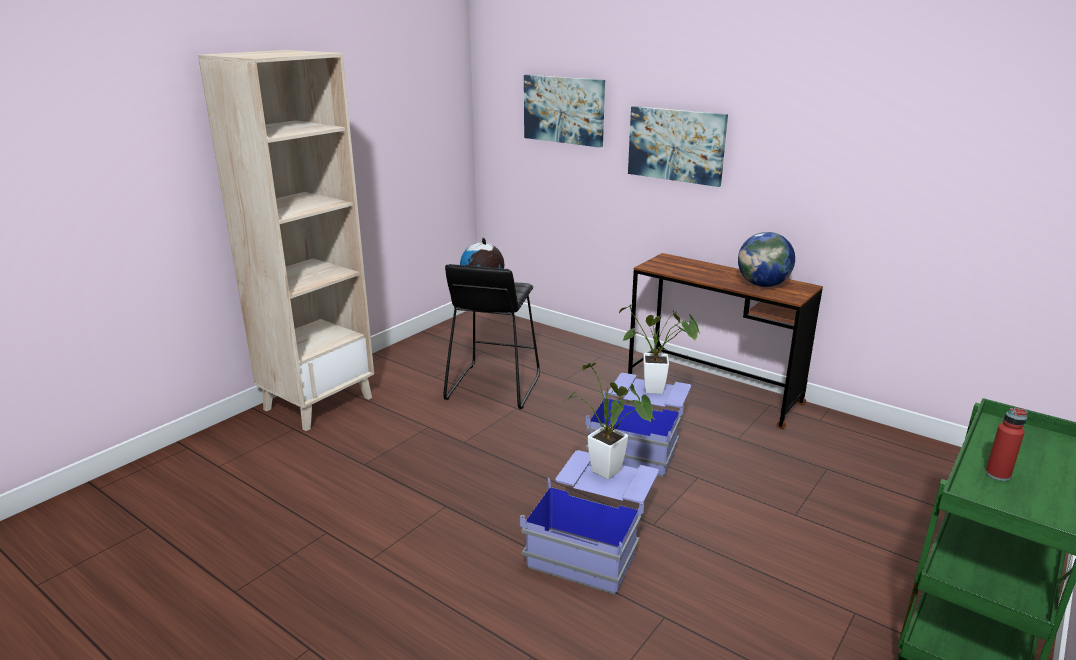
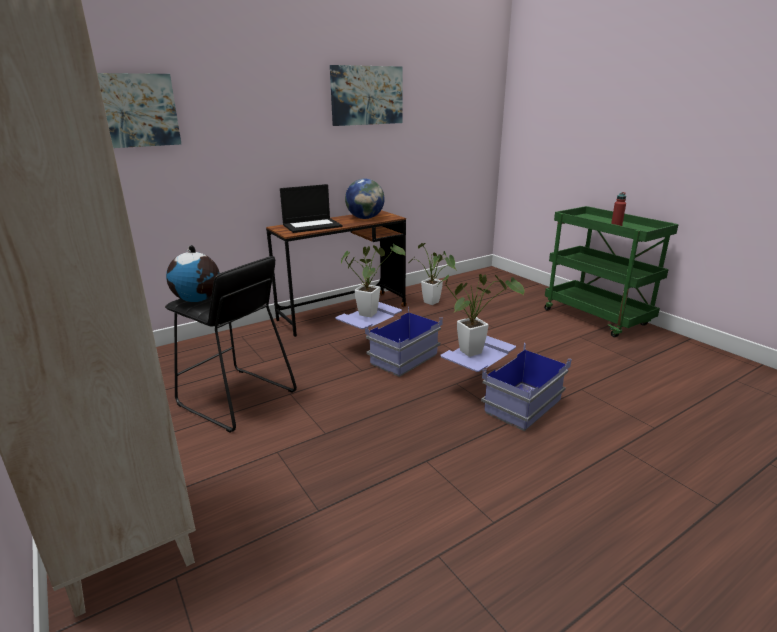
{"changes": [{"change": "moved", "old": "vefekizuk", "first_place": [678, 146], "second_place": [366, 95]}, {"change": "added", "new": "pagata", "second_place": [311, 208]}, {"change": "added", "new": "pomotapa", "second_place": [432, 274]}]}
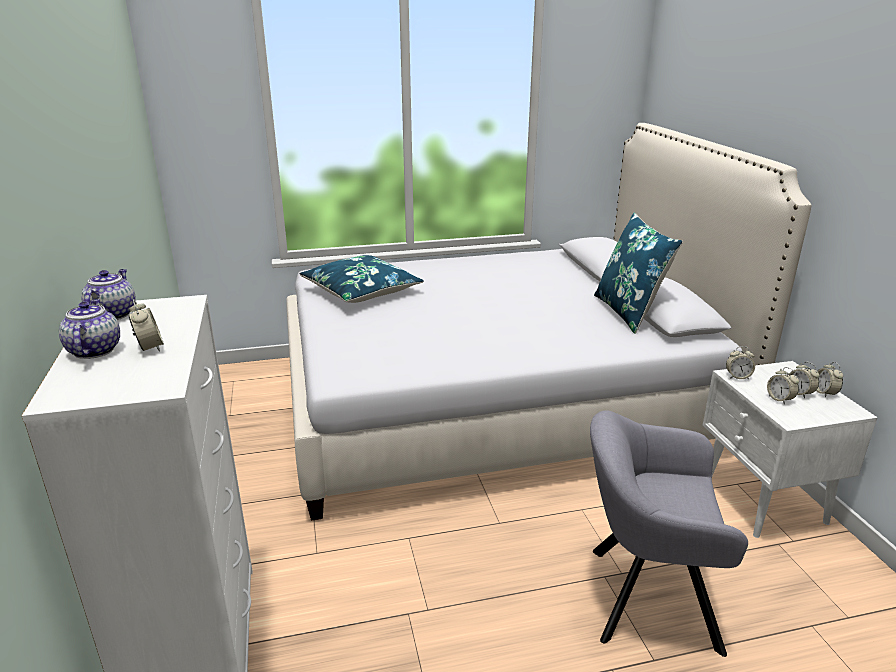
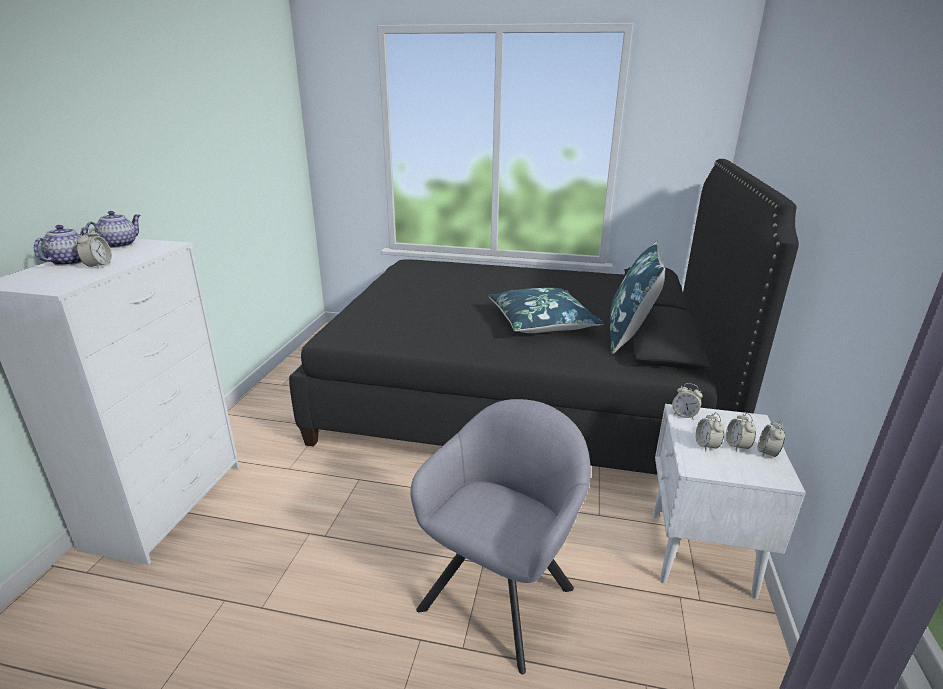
{"changes": [{"change": "recoloured", "old": "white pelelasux", "new": "black pelelasux", "first_place": [549, 322], "second_place": [544, 317]}, {"change": "moved", "old": "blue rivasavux", "first_place": [361, 279], "second_place": [546, 310]}, {"change": "turned", "old": "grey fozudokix", "first_place": [669, 533], "second_place": [500, 536], "degrees": 90}]}
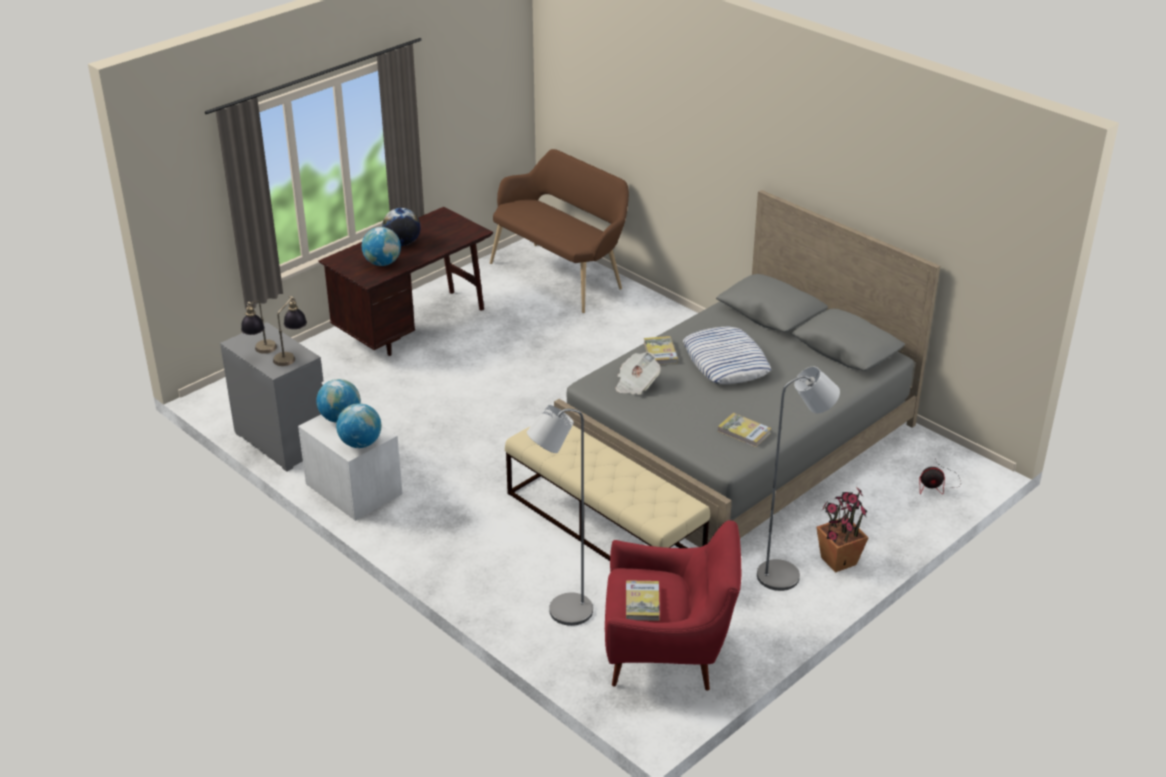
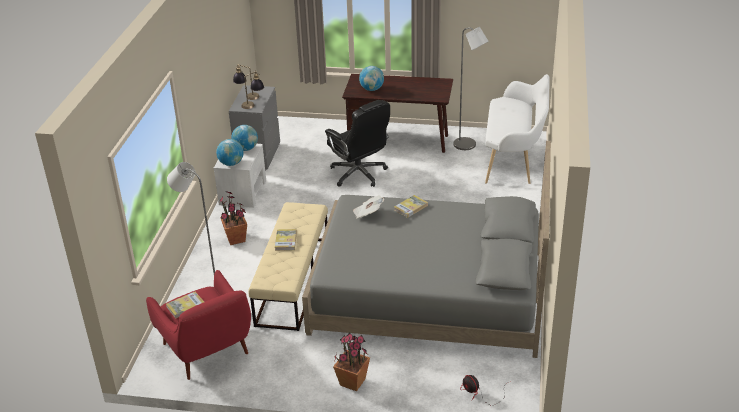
{"changes": [{"change": "recoloured", "old": "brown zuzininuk", "new": "white zuzininuk", "first_place": [559, 231], "second_place": [517, 129]}, {"change": "removed", "old": "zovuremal", "first_place": [401, 227]}, {"change": "removed", "old": "rivasavux", "first_place": [727, 355]}, {"change": "moved", "old": "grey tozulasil", "first_place": [798, 479], "second_place": [471, 88]}, {"change": "moved", "old": "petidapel", "first_place": [744, 430], "second_place": [286, 240]}, {"change": "added", "new": "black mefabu", "second_place": [357, 143]}, {"change": "added", "new": "pomotapa", "second_place": [233, 218]}]}
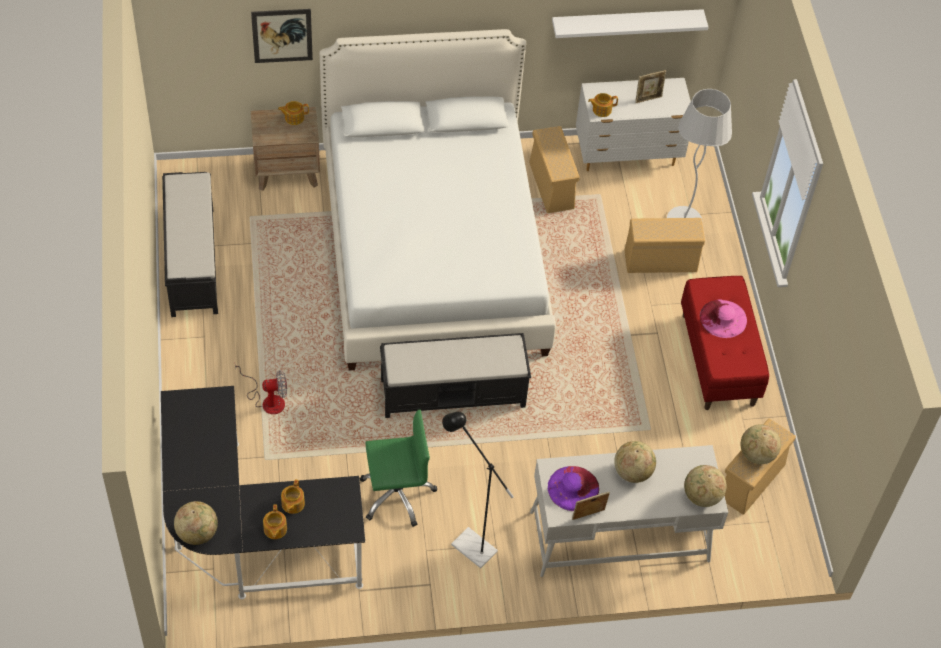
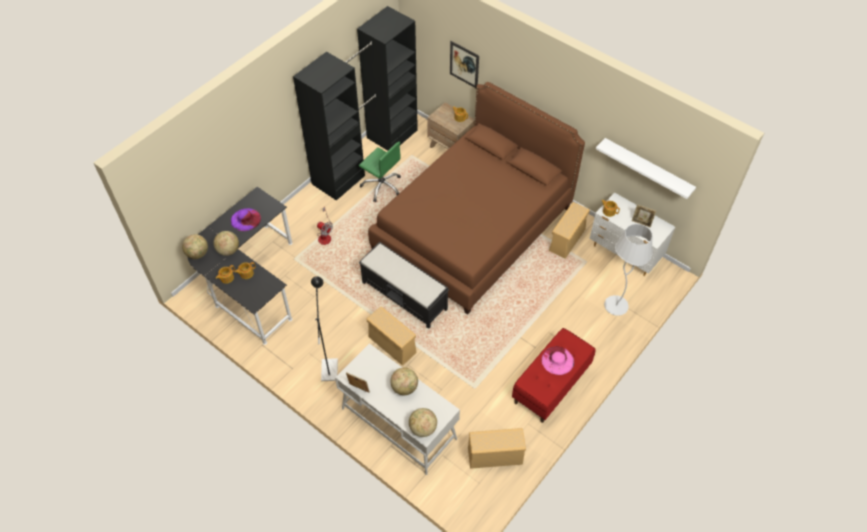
{"changes": [{"change": "recoloured", "old": "white pelelasux", "new": "brown pelelasux", "first_place": [438, 200], "second_place": [476, 198]}, {"change": "replaced", "old": "black zuzininuk", "new": "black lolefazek", "first_place": [190, 244], "second_place": [355, 103]}, {"change": "moved", "old": "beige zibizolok", "first_place": [664, 245], "second_place": [391, 335]}, {"change": "moved", "old": "green mefabu", "first_place": [398, 468], "second_place": [380, 172]}, {"change": "moved", "old": "zovuremal", "first_place": [761, 444], "second_place": [226, 243]}, {"change": "moved", "old": "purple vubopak", "first_place": [573, 488], "second_place": [246, 220]}]}
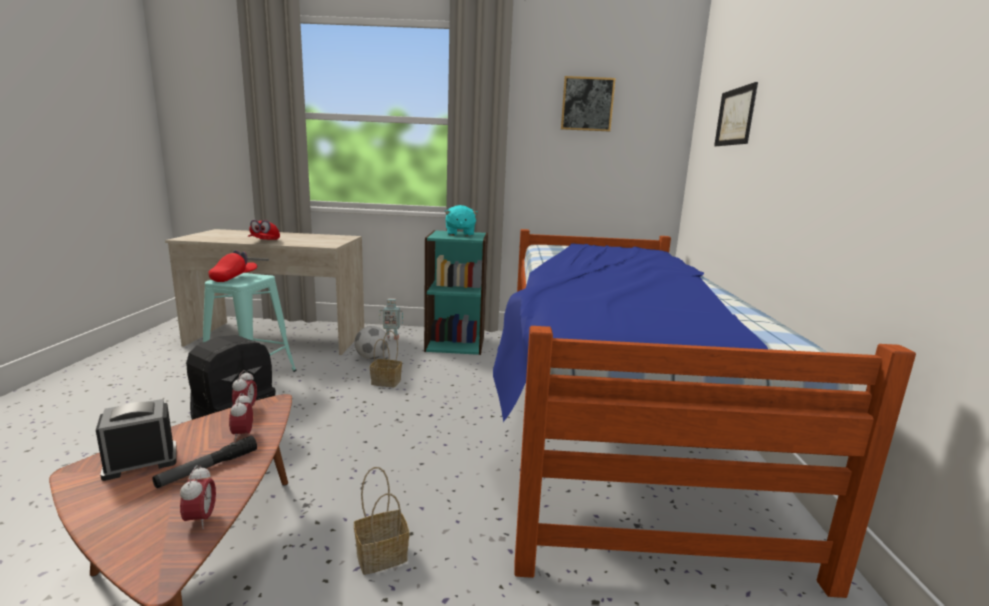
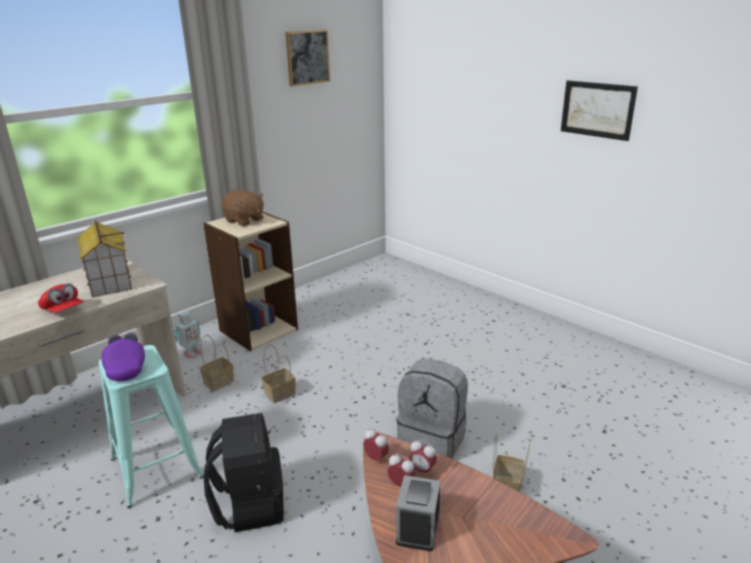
{"changes": [{"change": "moved", "old": "vefekizuk", "first_place": [736, 114], "second_place": [599, 110]}, {"change": "recoloured", "old": "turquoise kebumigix", "new": "brown kebumigix", "first_place": [461, 220], "second_place": [242, 207]}, {"change": "removed", "old": "pelelasux", "first_place": [704, 413]}, {"change": "recoloured", "old": "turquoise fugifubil", "new": "beige fugifubil", "first_place": [456, 292], "second_place": [250, 281]}, {"change": "recoloured", "old": "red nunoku", "new": "purple nunoku", "first_place": [232, 266], "second_place": [123, 357]}, {"change": "replaced", "old": "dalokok", "new": "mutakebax", "first_place": [372, 342], "second_place": [217, 363]}, {"change": "removed", "old": "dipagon", "first_place": [204, 461]}, {"change": "moved", "old": "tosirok", "first_place": [198, 497], "second_place": [401, 470]}, {"change": "added", "new": "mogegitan", "second_place": [104, 259]}, {"change": "added", "new": "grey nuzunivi", "second_place": [432, 409]}]}
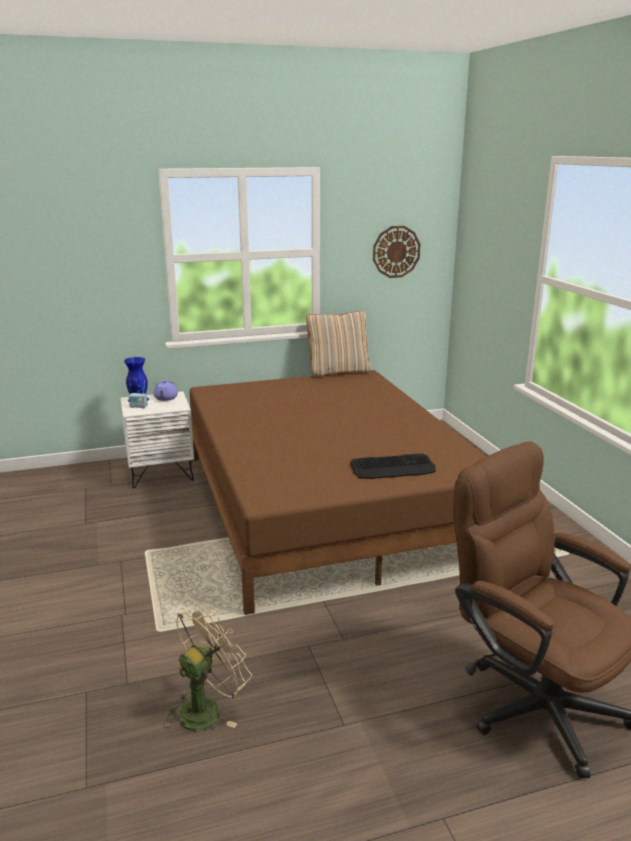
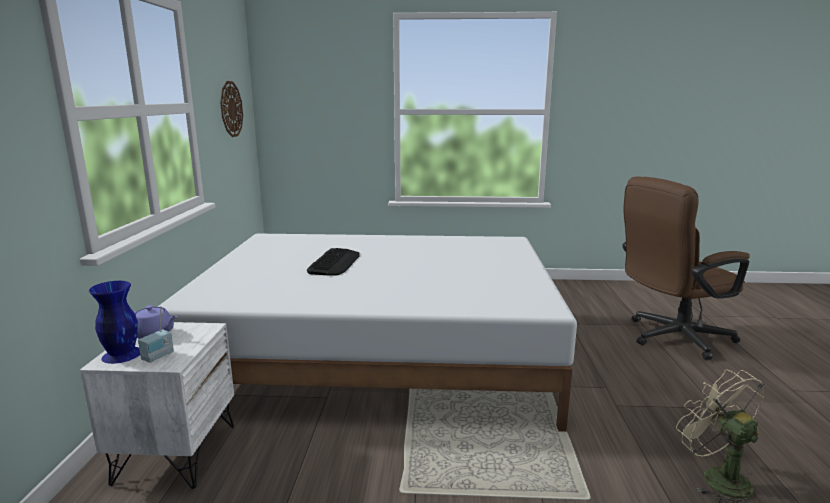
{"changes": [{"change": "removed", "old": "beige rivasavux", "first_place": [338, 344]}, {"change": "recoloured", "old": "brown pelelasux", "new": "white pelelasux", "first_place": [337, 492], "second_place": [367, 333]}, {"change": "moved", "old": "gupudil", "first_place": [393, 466], "second_place": [333, 262]}]}
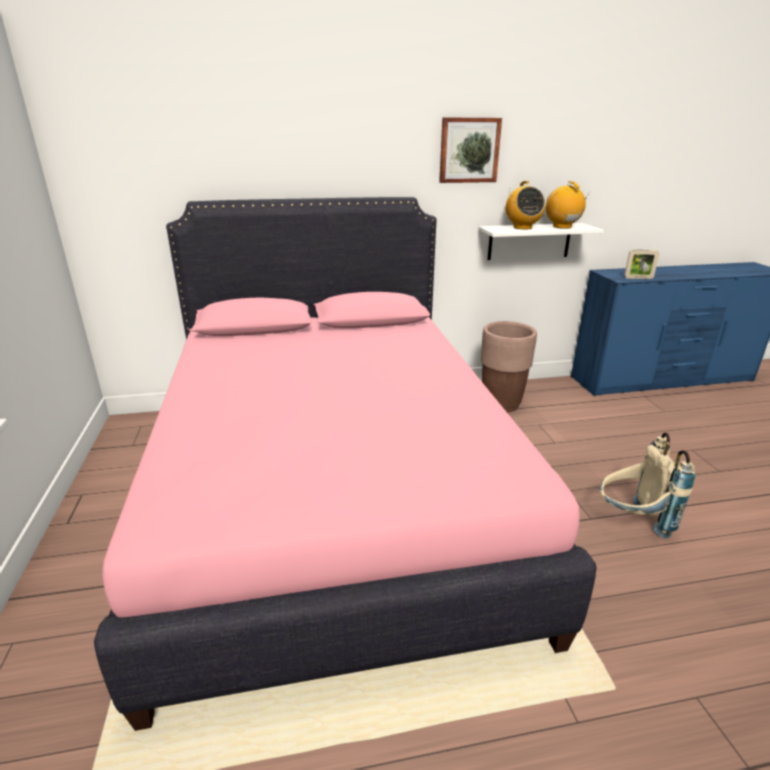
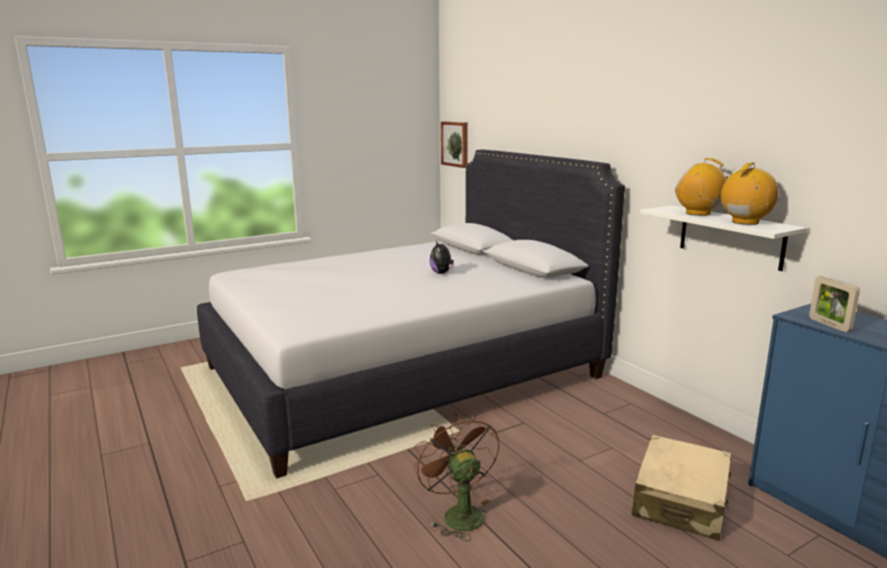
{"changes": [{"change": "moved", "old": "vefekizuk", "first_place": [470, 150], "second_place": [454, 144]}, {"change": "turned", "old": "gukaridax", "first_place": [525, 205], "second_place": [704, 187], "degrees": 75}, {"change": "recoloured", "old": "pink pelelasux", "new": "white pelelasux", "first_place": [345, 464], "second_place": [411, 314]}, {"change": "removed", "old": "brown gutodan", "first_place": [509, 366]}, {"change": "replaced", "old": "beige nuzunivi", "new": "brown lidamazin", "first_place": [647, 485], "second_place": [456, 477]}, {"change": "added", "new": "kebumigix", "second_place": [442, 257]}, {"change": "added", "new": "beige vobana", "second_place": [682, 488]}]}
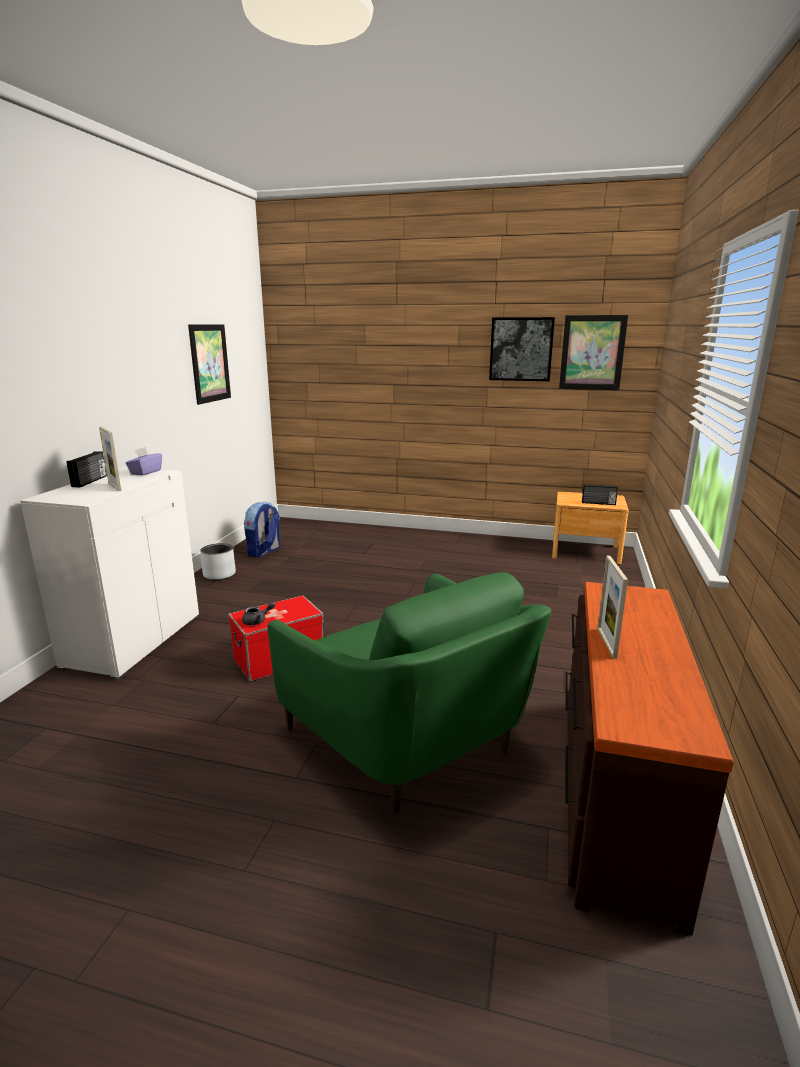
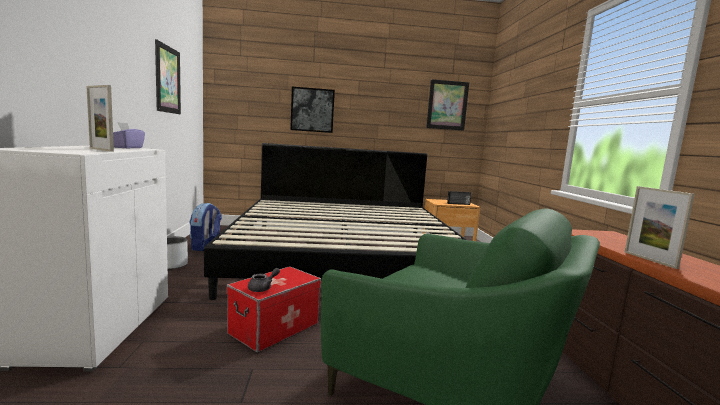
{"changes": [{"change": "moved", "old": "vefekizuk", "first_place": [522, 349], "second_place": [312, 110]}, {"change": "removed", "old": "gukaridax", "first_place": [87, 469]}, {"change": "added", "new": "pelelasux", "second_place": [335, 221]}]}
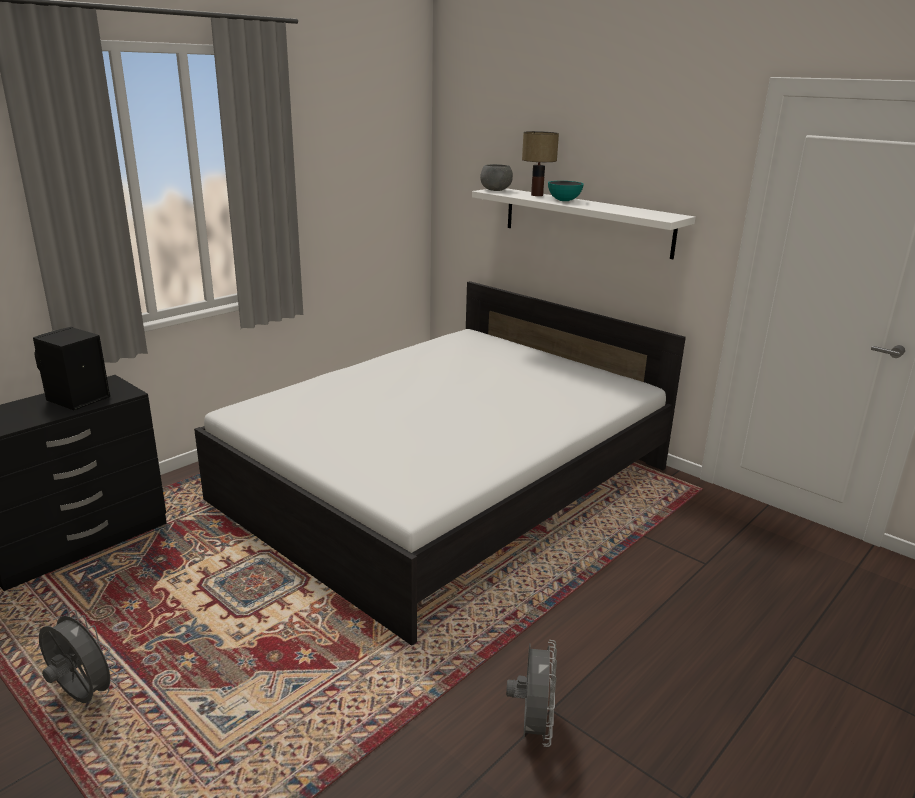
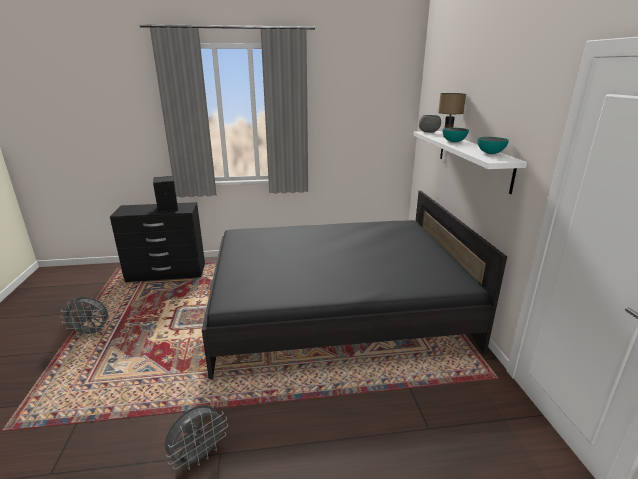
{"changes": [{"change": "recoloured", "old": "white pelelasux", "new": "black pelelasux", "first_place": [440, 463], "second_place": [354, 285]}, {"change": "turned", "old": "grey lidamazin", "first_place": [79, 655], "second_place": [84, 317], "degrees": 105}, {"change": "added", "new": "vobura", "second_place": [493, 145]}]}
